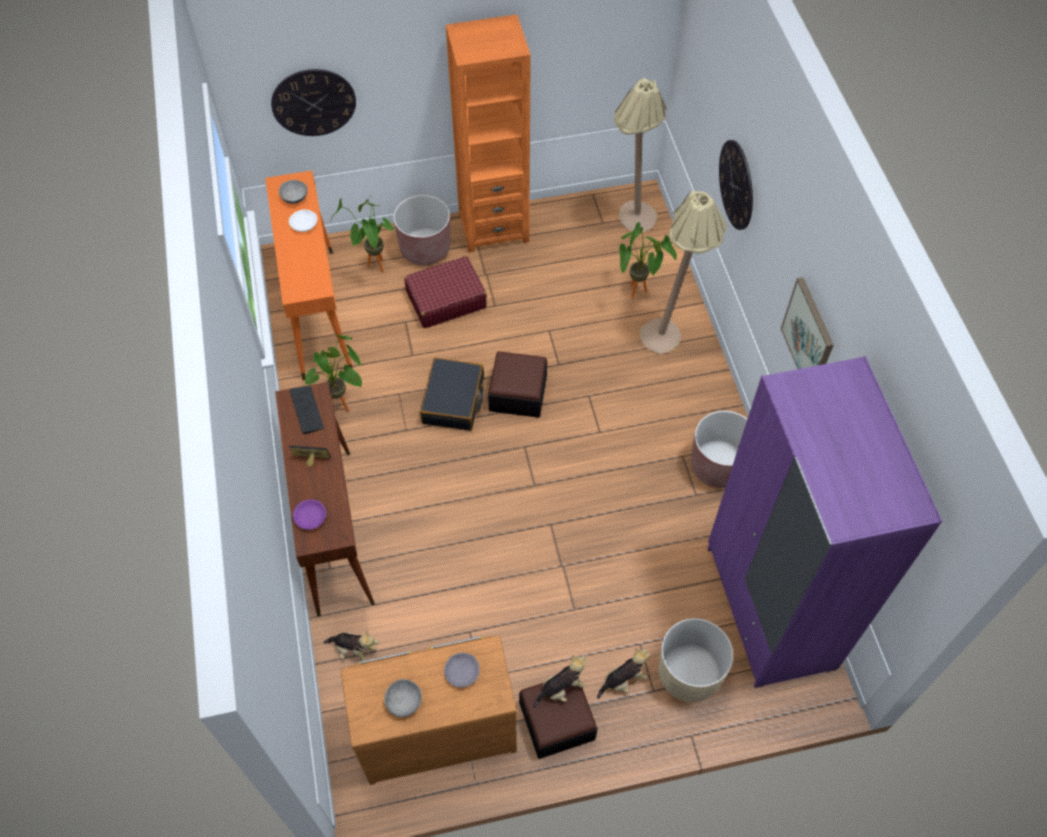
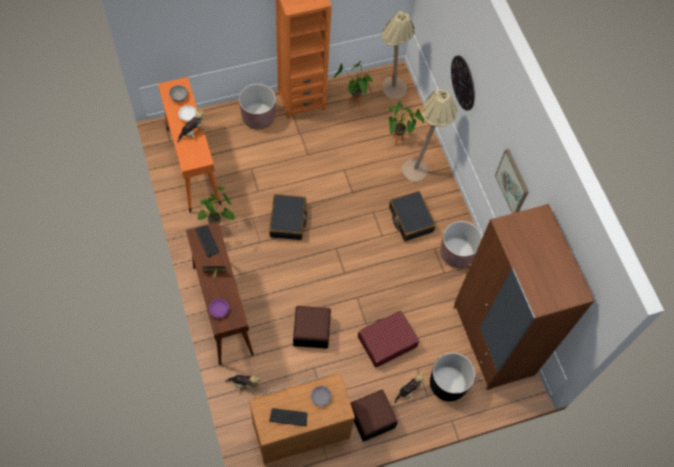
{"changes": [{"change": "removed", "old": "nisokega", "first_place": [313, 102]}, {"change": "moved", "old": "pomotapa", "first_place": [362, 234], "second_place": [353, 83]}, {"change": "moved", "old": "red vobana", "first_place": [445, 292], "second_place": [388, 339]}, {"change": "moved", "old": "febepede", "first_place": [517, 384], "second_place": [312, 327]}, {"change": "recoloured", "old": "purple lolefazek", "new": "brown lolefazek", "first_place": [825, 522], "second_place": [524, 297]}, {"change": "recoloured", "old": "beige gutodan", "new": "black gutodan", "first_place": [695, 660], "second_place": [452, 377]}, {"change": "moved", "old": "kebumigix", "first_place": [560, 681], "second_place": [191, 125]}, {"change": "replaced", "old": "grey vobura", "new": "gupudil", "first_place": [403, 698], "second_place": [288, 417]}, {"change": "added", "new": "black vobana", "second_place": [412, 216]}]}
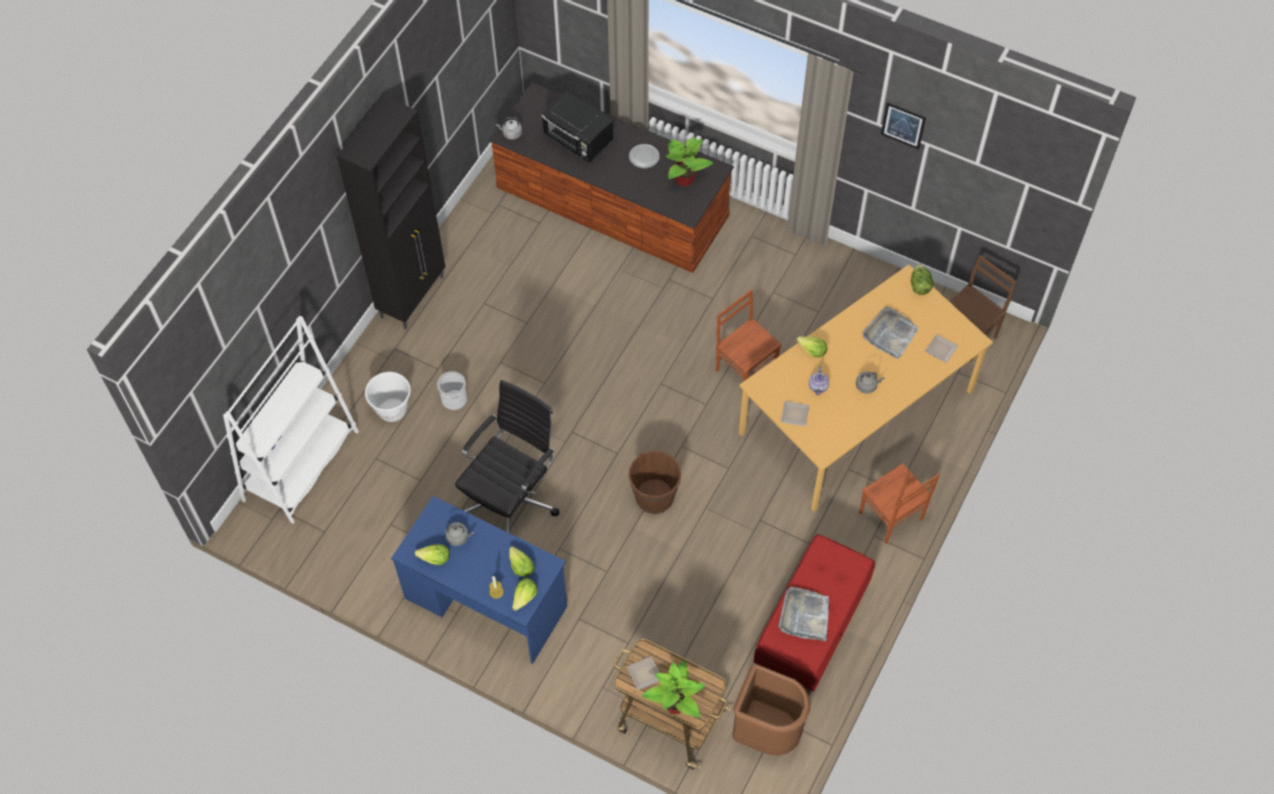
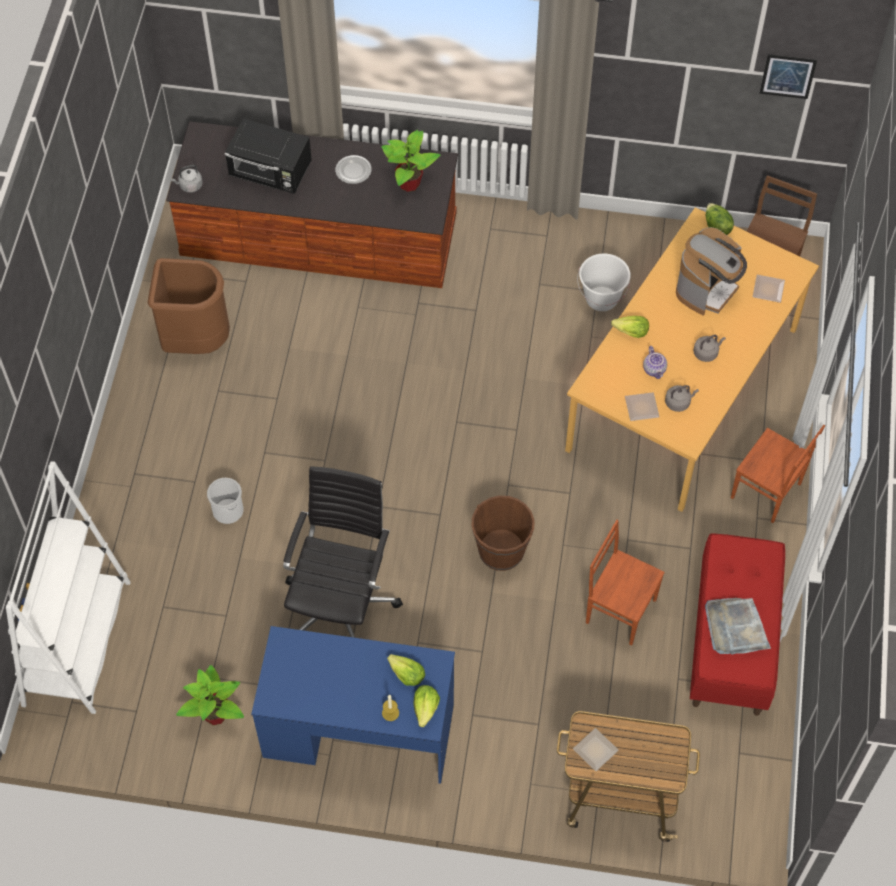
{"changes": [{"change": "removed", "old": "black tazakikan", "first_place": [391, 212]}, {"change": "moved", "old": "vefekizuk", "first_place": [903, 126], "second_place": [788, 76]}, {"change": "moved", "old": "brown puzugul", "first_place": [749, 341], "second_place": [625, 583]}, {"change": "replaced", "old": "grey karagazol", "new": "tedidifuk", "first_place": [890, 333], "second_place": [711, 271]}, {"change": "moved", "old": "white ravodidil", "first_place": [388, 397], "second_place": [604, 282]}, {"change": "moved", "old": "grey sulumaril", "first_place": [459, 534], "second_place": [682, 398]}, {"change": "removed", "old": "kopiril", "first_place": [432, 554]}, {"change": "moved", "old": "pomotapa", "first_place": [674, 689], "second_place": [210, 695]}, {"change": "moved", "old": "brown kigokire", "first_place": [772, 710], "second_place": [189, 306]}]}
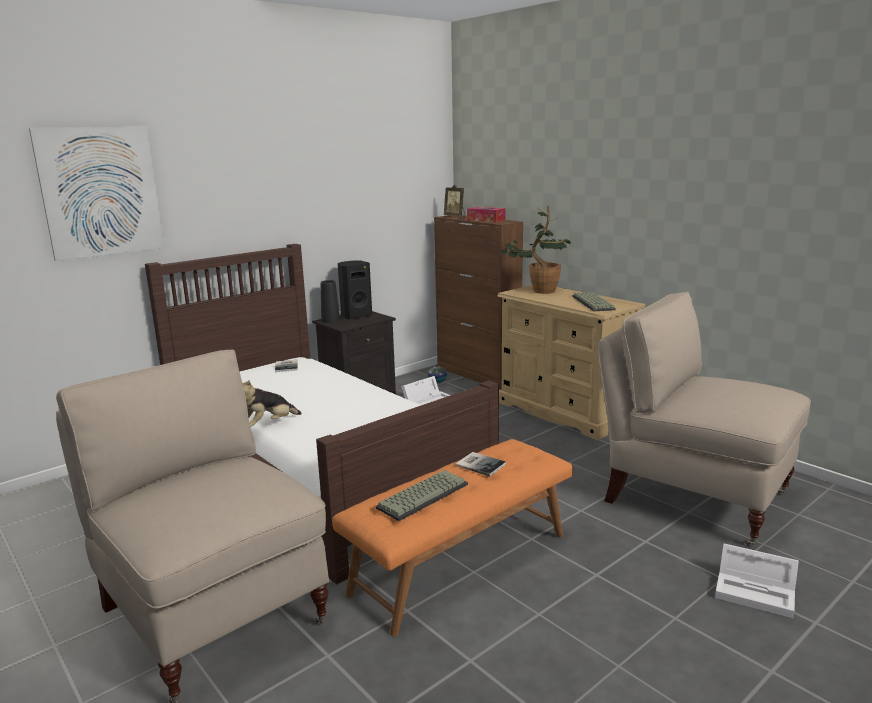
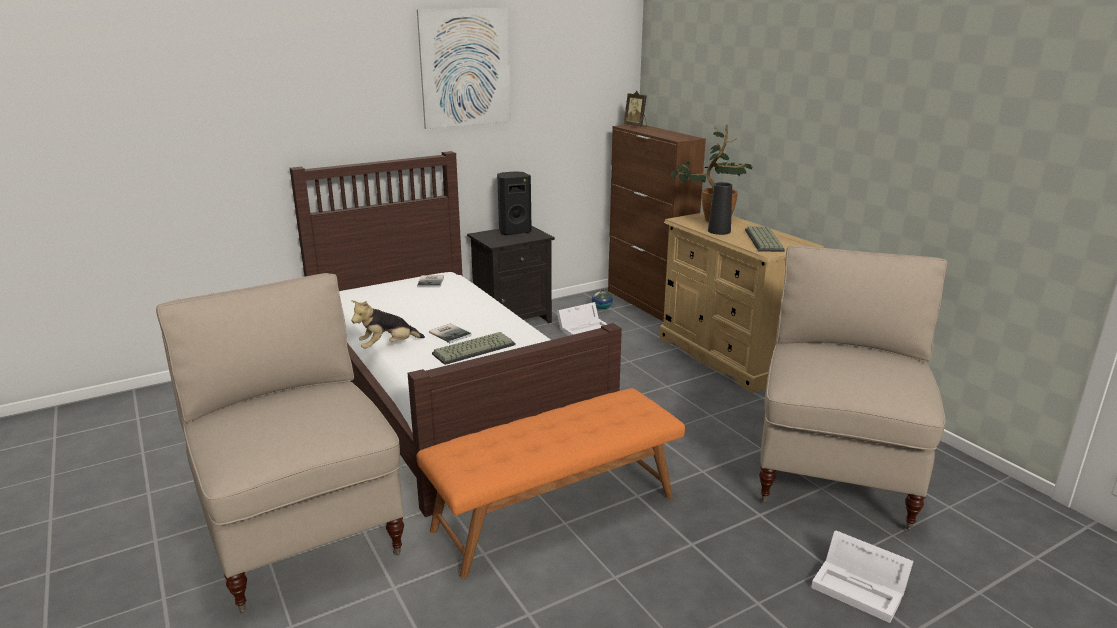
{"changes": [{"change": "moved", "old": "vefekizuk", "first_place": [96, 194], "second_place": [464, 69]}, {"change": "removed", "old": "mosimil", "first_place": [486, 214]}, {"change": "moved", "old": "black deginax", "first_place": [330, 301], "second_place": [720, 208]}, {"change": "turned", "old": "beige puzugul", "first_place": [704, 418], "second_place": [853, 387], "degrees": 60}, {"change": "moved", "old": "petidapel", "first_place": [480, 464], "second_place": [450, 333]}, {"change": "moved", "old": "gupudil", "first_place": [422, 495], "second_place": [473, 348]}]}
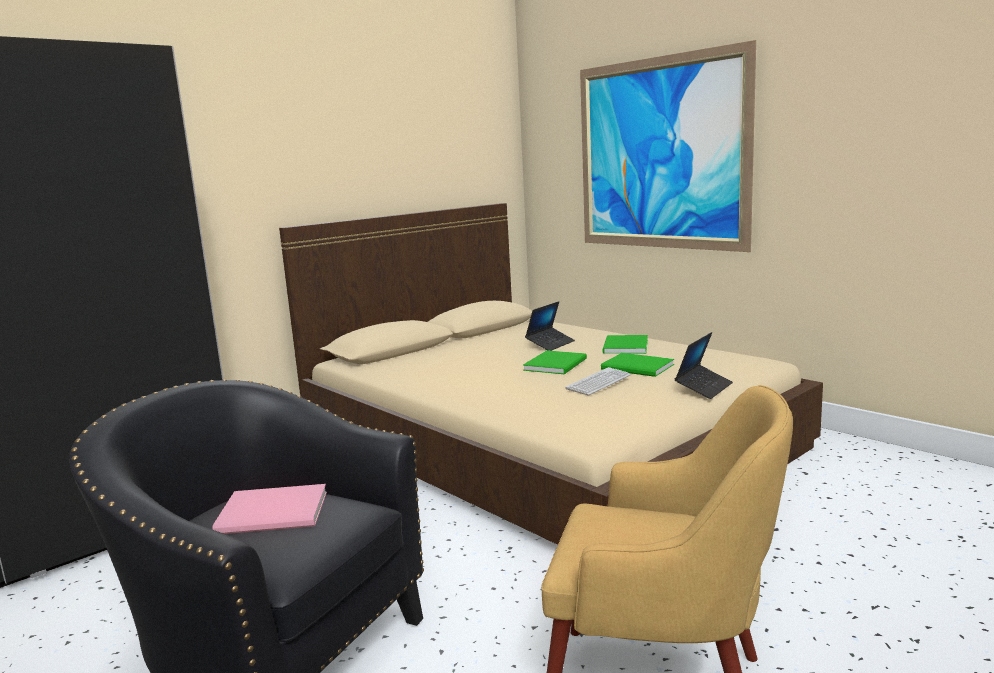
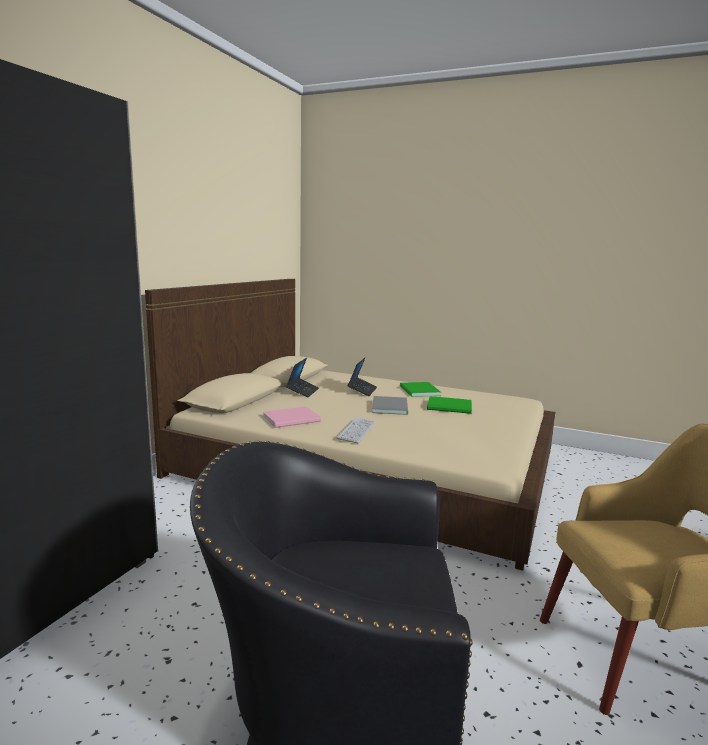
{"changes": [{"change": "removed", "old": "vefekizuk", "first_place": [668, 146]}, {"change": "moved", "old": "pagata", "first_place": [704, 365], "second_place": [302, 377]}, {"change": "recoloured", "old": "green petidapel", "new": "grey petidapel", "first_place": [555, 362], "second_place": [390, 405]}, {"change": "moved", "old": "gupudil", "first_place": [598, 381], "second_place": [356, 430]}, {"change": "moved", "old": "pink petidapel", "first_place": [269, 509], "second_place": [292, 417]}]}
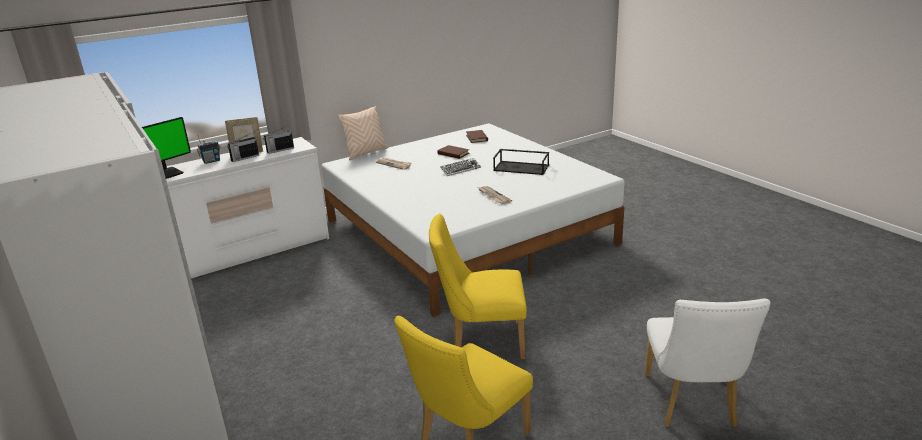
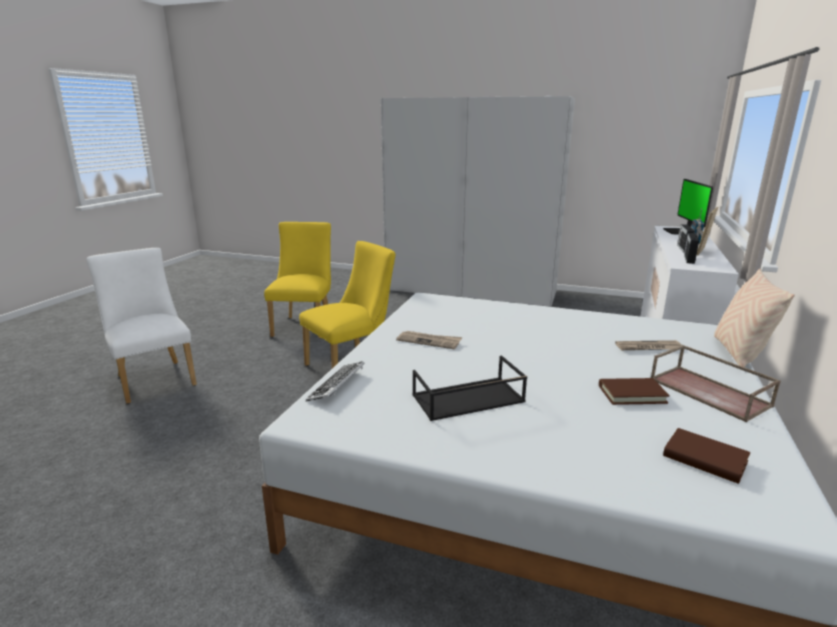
{"changes": [{"change": "moved", "old": "gupudil", "first_place": [460, 167], "second_place": [335, 381]}, {"change": "added", "new": "brown karagazol", "second_place": [715, 383]}]}
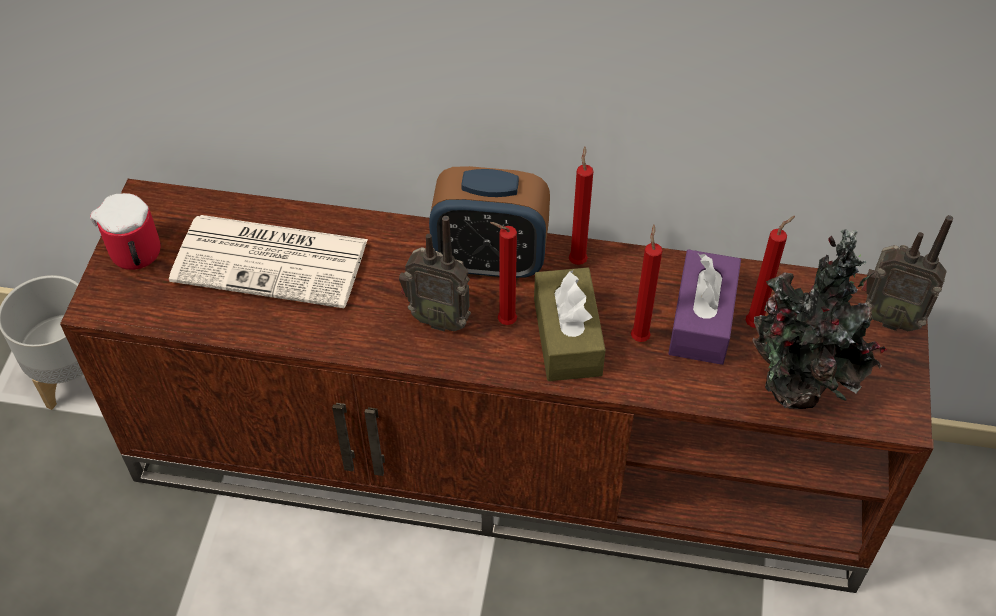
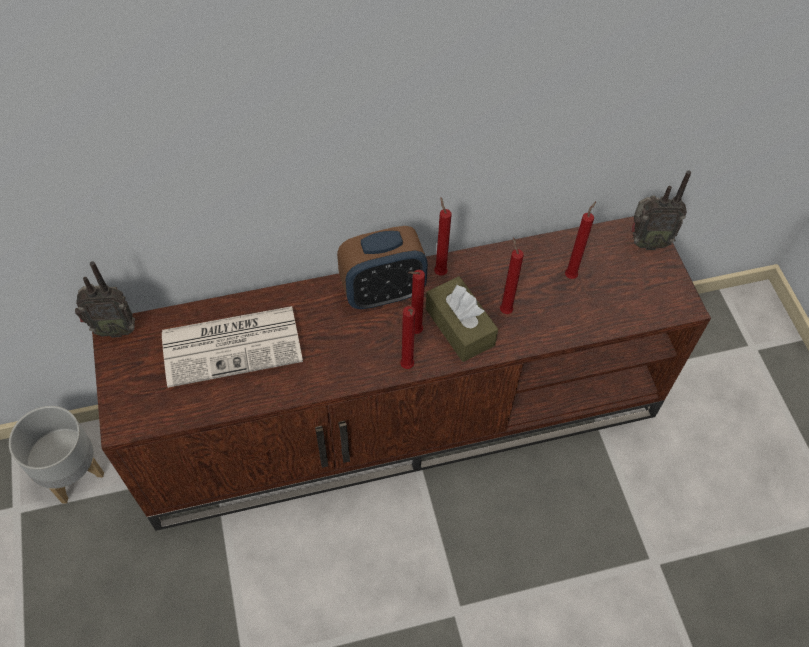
{"changes": [{"change": "removed", "old": "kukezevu", "first_place": [125, 231]}, {"change": "moved", "old": "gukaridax", "first_place": [435, 274], "second_place": [105, 299]}, {"change": "removed", "old": "pomotapa", "first_place": [819, 319]}, {"change": "removed", "old": "purple mosimil", "first_place": [704, 307]}, {"change": "added", "new": "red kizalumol", "second_place": [408, 337]}]}
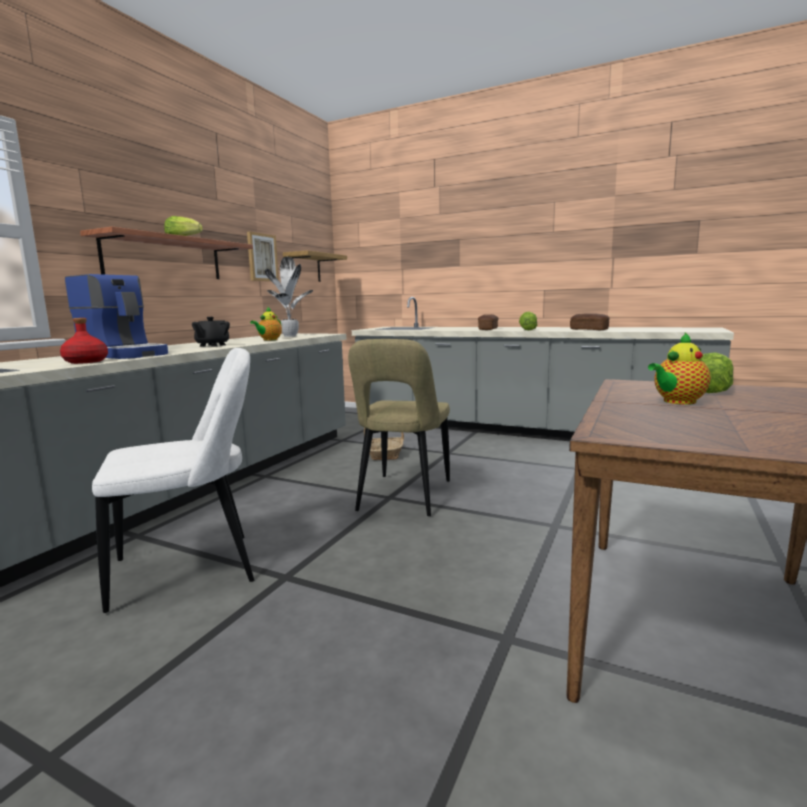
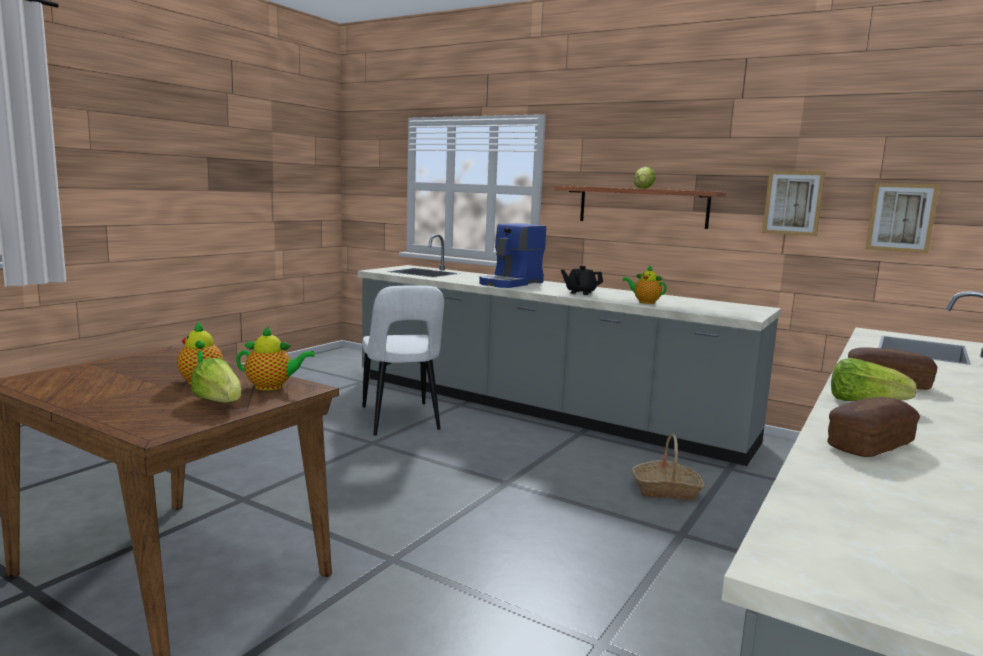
{"changes": [{"change": "replaced", "old": "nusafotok", "new": "vefekizuk", "first_place": [315, 266], "second_place": [903, 218]}, {"change": "removed", "old": "pomotapa", "first_place": [289, 297]}, {"change": "removed", "old": "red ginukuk", "first_place": [84, 341]}, {"change": "removed", "old": "beige puzugul", "first_place": [399, 427]}, {"change": "added", "new": "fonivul", "second_place": [275, 358]}]}
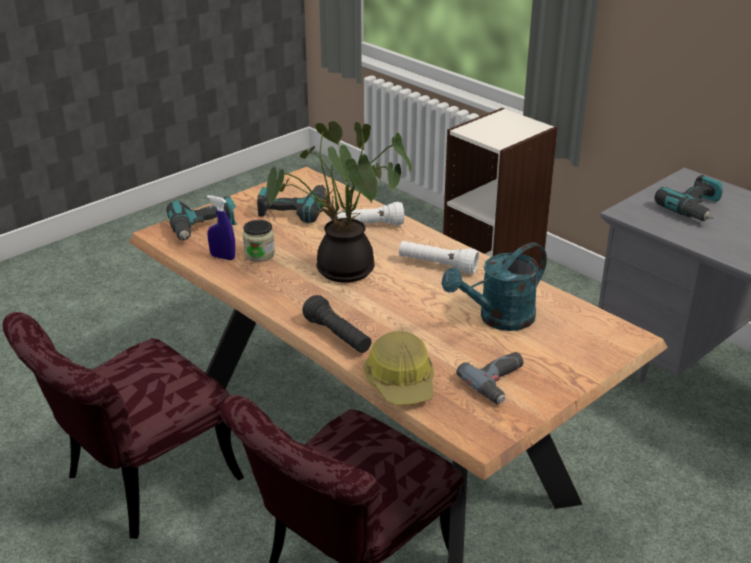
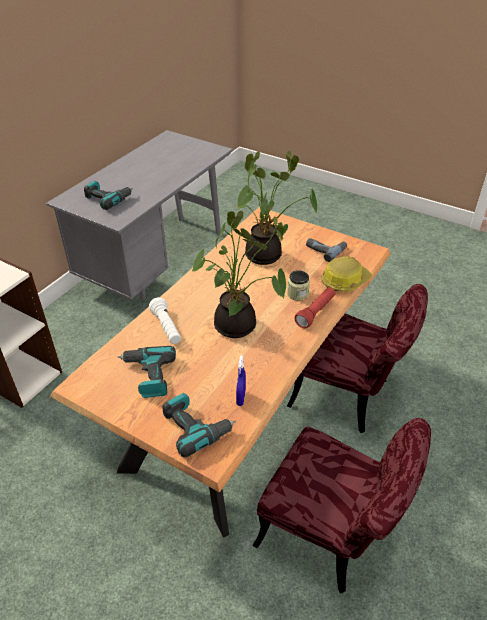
{"changes": [{"change": "moved", "old": "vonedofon", "first_place": [259, 241], "second_place": [298, 285]}, {"change": "removed", "old": "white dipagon", "first_place": [439, 257]}, {"change": "replaced", "old": "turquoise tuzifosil", "new": "pomotapa", "first_place": [494, 286], "second_place": [277, 208]}, {"change": "recoloured", "old": "black dipagon", "new": "red dipagon", "first_place": [336, 324], "second_place": [315, 307]}]}
